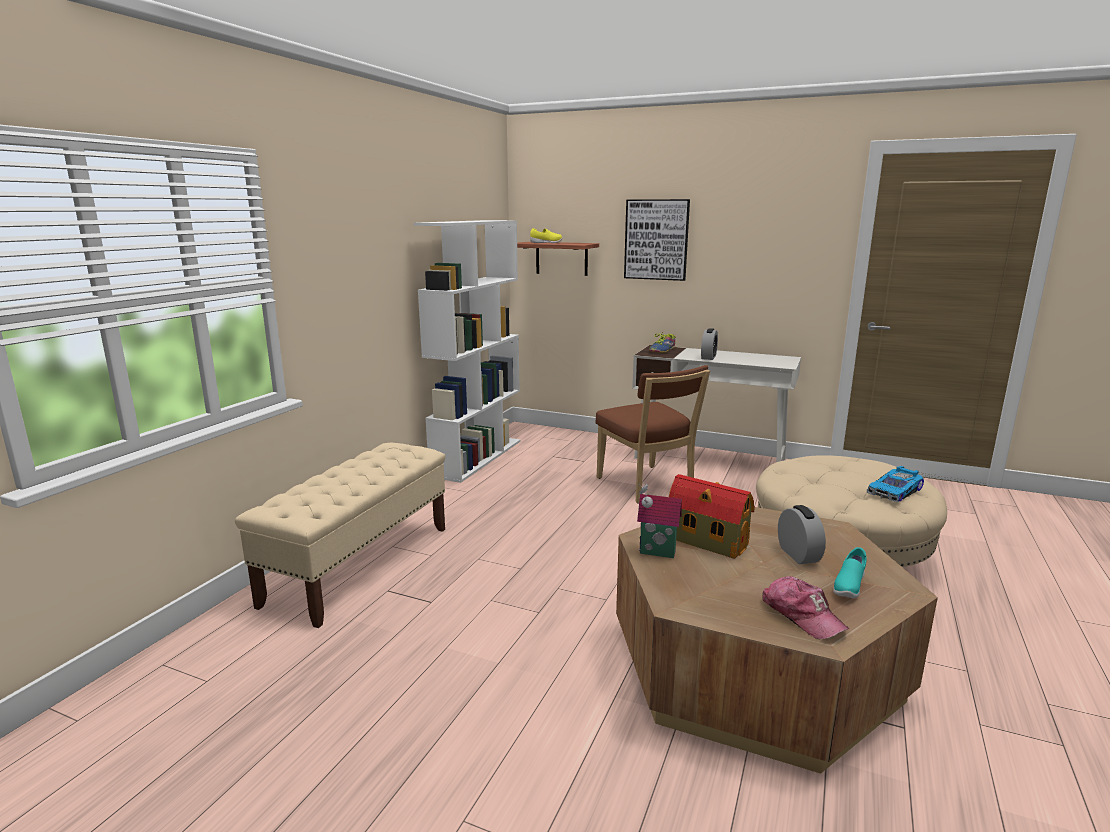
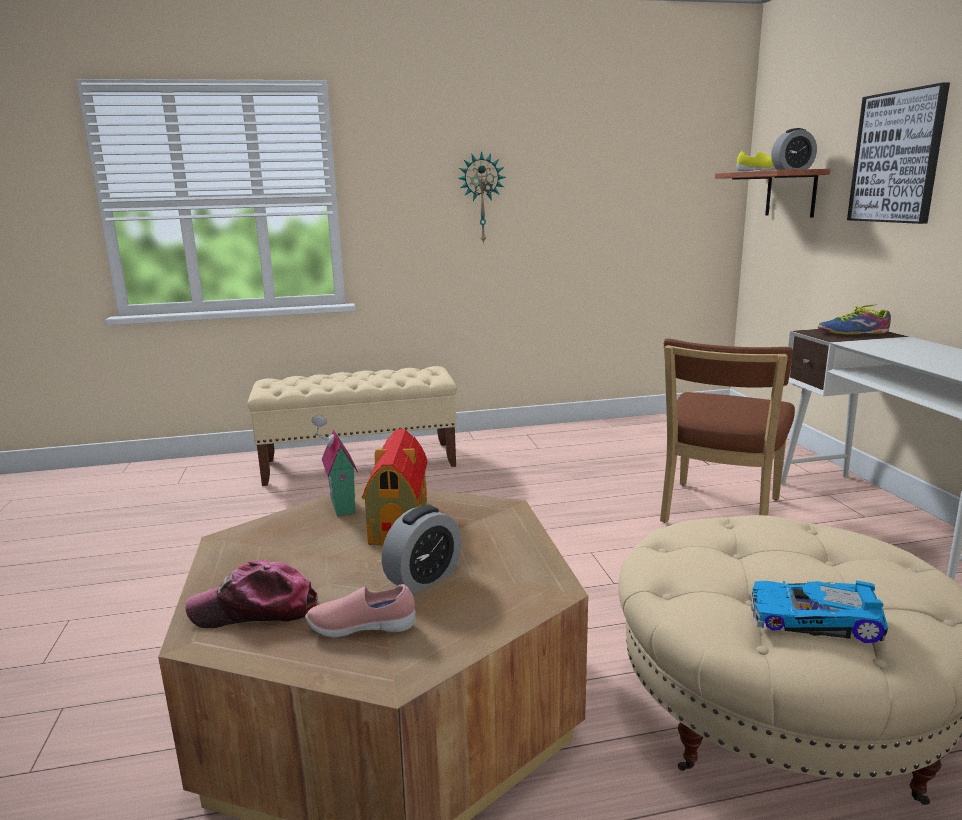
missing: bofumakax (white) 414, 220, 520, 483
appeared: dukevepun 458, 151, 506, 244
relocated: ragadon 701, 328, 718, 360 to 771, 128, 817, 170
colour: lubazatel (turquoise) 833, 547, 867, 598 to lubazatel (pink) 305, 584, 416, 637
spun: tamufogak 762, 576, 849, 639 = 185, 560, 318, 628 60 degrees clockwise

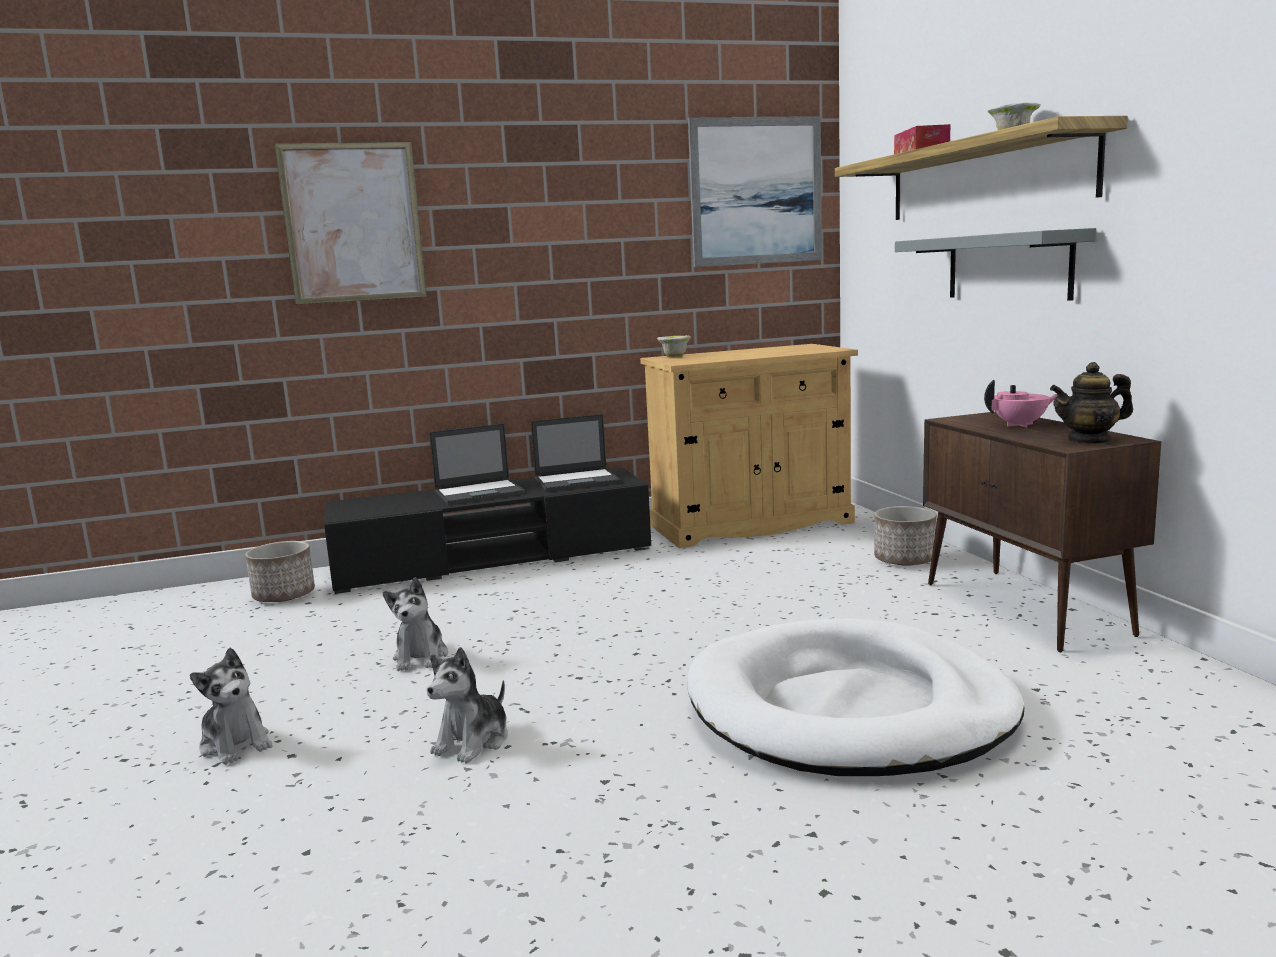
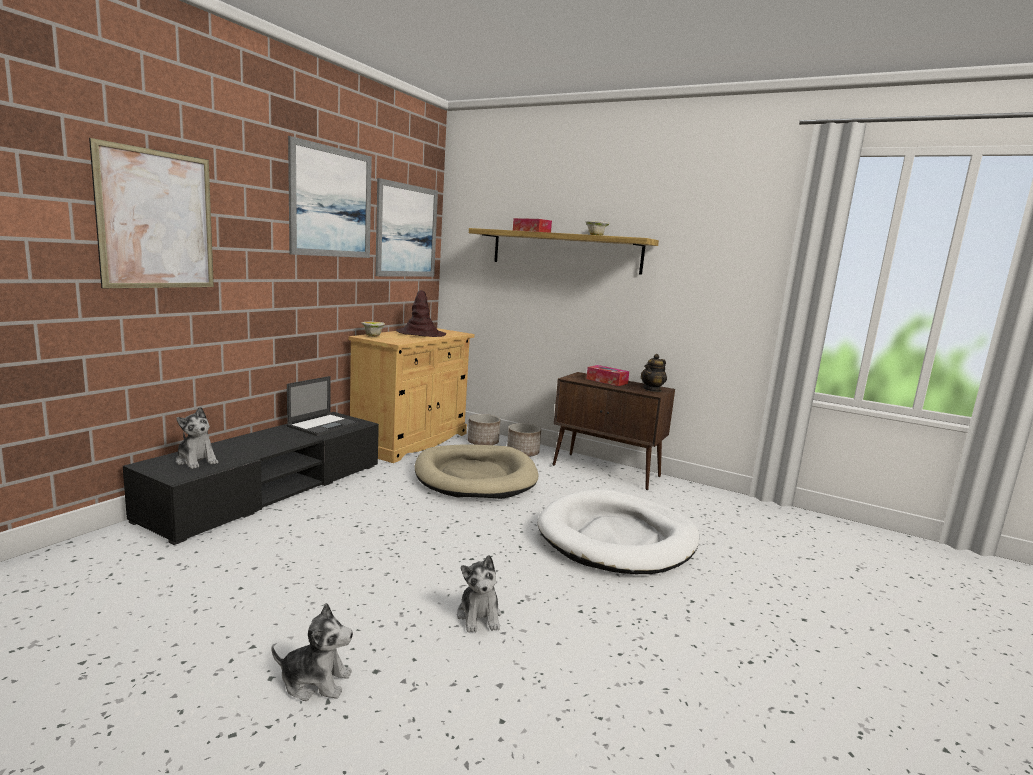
missing: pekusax 429, 423, 525, 505; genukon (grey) 895, 228, 1096, 301
appeared: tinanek 288, 136, 372, 258; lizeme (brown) 396, 290, 446, 337; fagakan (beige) 415, 444, 538, 499
relocated: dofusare 245, 541, 315, 602 to 468, 414, 500, 445; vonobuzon 383, 577, 448, 671 to 176, 407, 218, 469
exchanged: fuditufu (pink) 984, 380, 1057, 428 to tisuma 586, 365, 629, 386

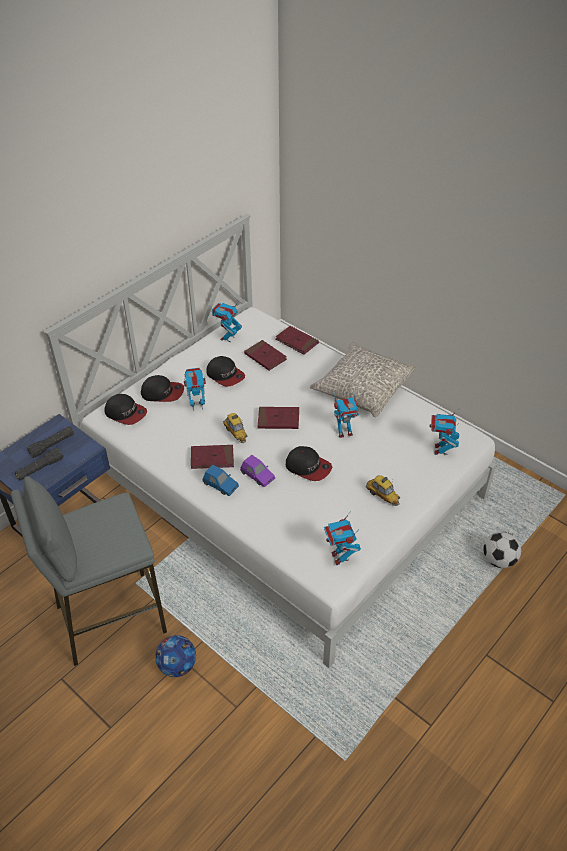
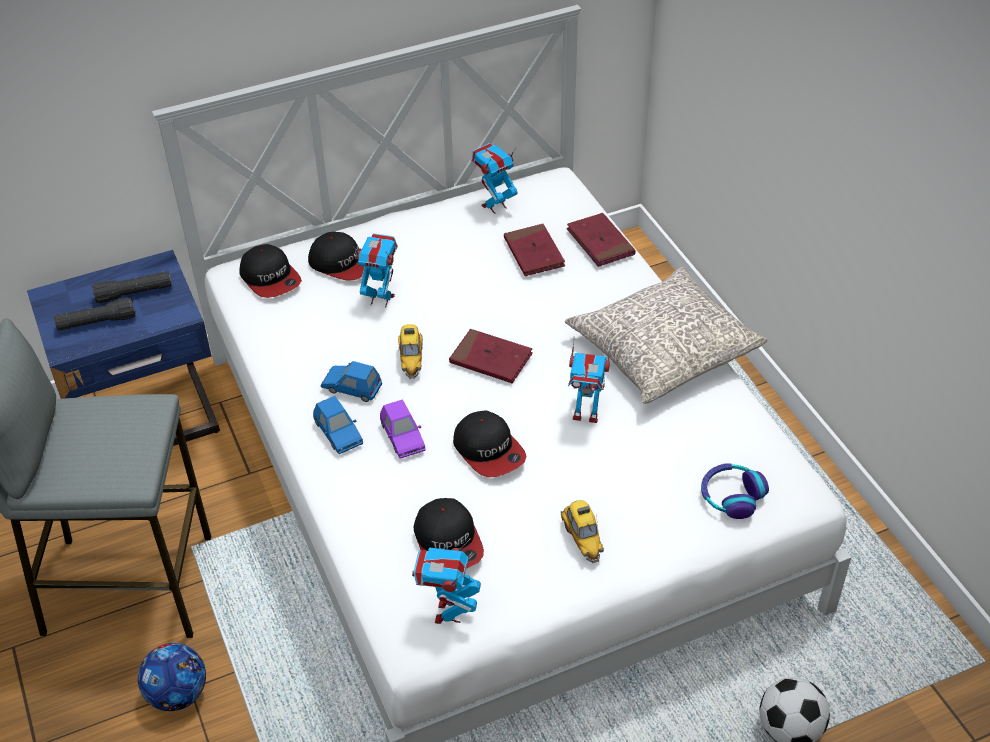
relocated: tamufogak 206, 356, 245, 387 to 414, 498, 484, 568
exchanged: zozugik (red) 191, 445, 234, 469 to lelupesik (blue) 320, 361, 382, 402; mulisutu 429, 409, 459, 455 to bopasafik 701, 463, 769, 519

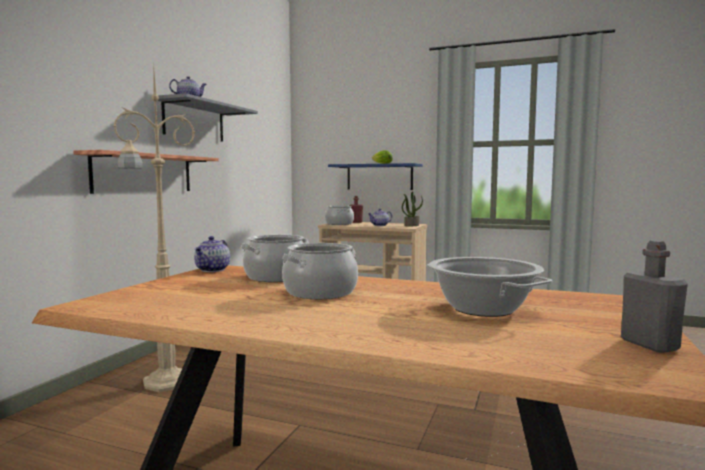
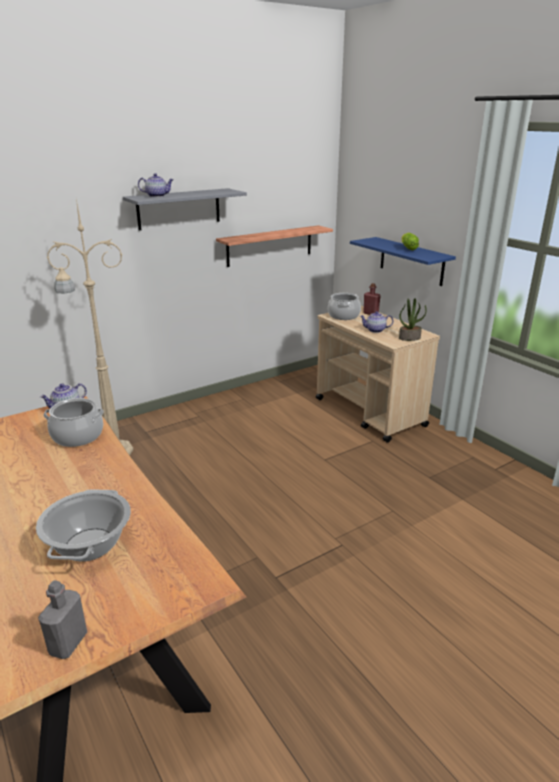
missing: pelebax 282, 243, 358, 299
relocated: genukon 73, 150, 219, 194 to 216, 225, 333, 267

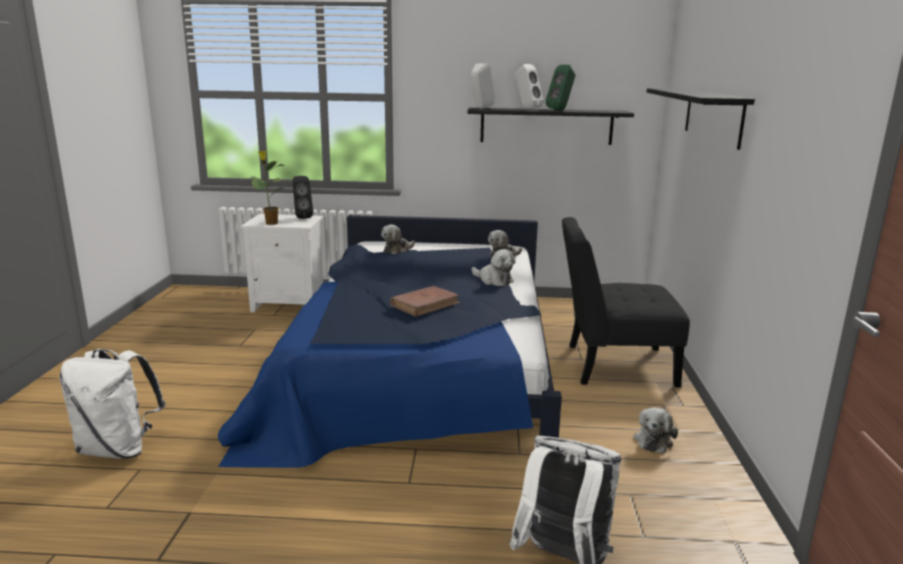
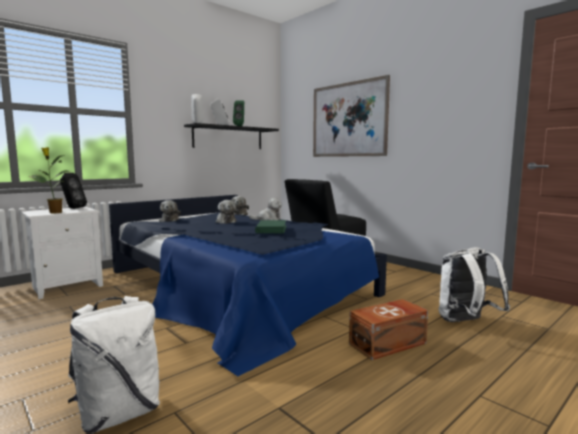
appeared: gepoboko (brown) 349, 299, 428, 360
relocated: vonobuzon 633, 407, 678, 454 to 215, 200, 238, 224
exchanged: genukon (black) 647, 88, 755, 150 to tinanek 313, 75, 390, 157
colour: zozugik (brown) 390, 286, 460, 317 to zozugik (green) 255, 220, 287, 233

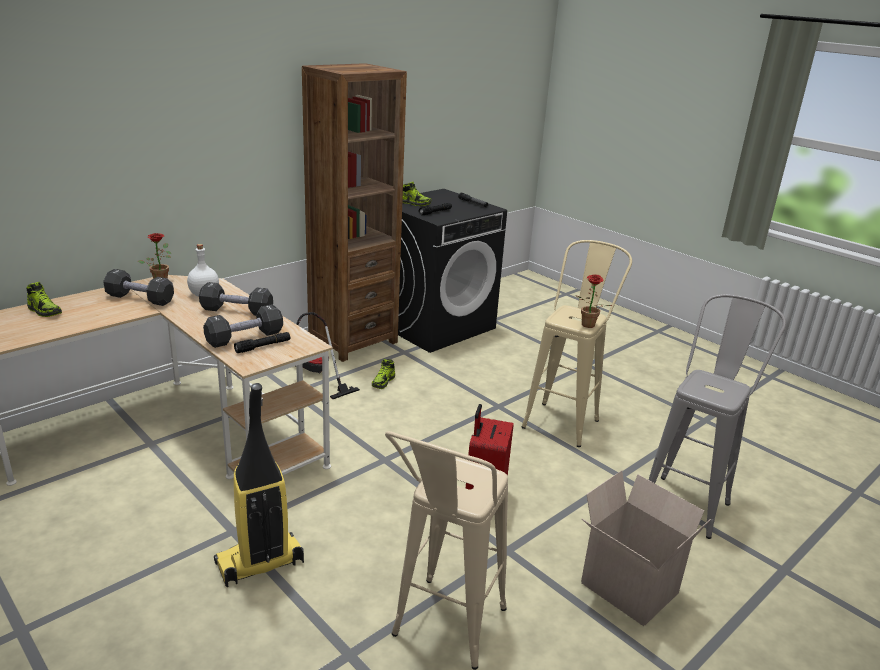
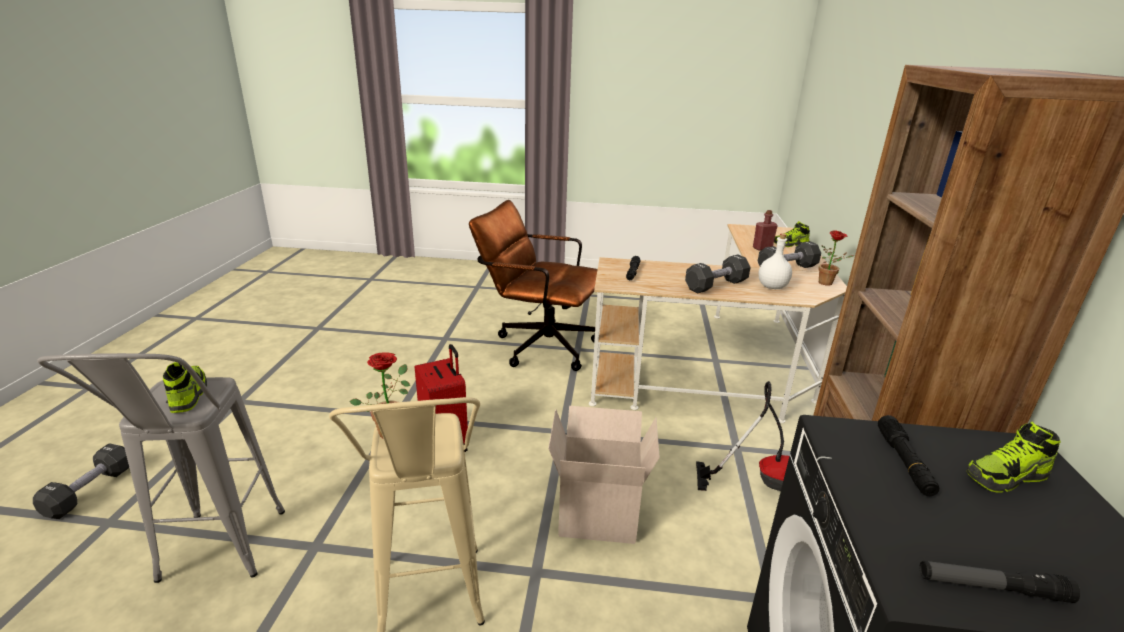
missing: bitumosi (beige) 385, 431, 508, 670
appeared: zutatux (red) 753, 210, 778, 250
relocated: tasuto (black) 203, 304, 283, 348 to 33, 443, 129, 519; lubazatel 372, 359, 395, 389 to 163, 362, 207, 413; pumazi 581, 470, 711, 626 to 548, 406, 660, 544
exchanged: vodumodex 214, 383, 304, 587 to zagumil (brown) 469, 200, 598, 371

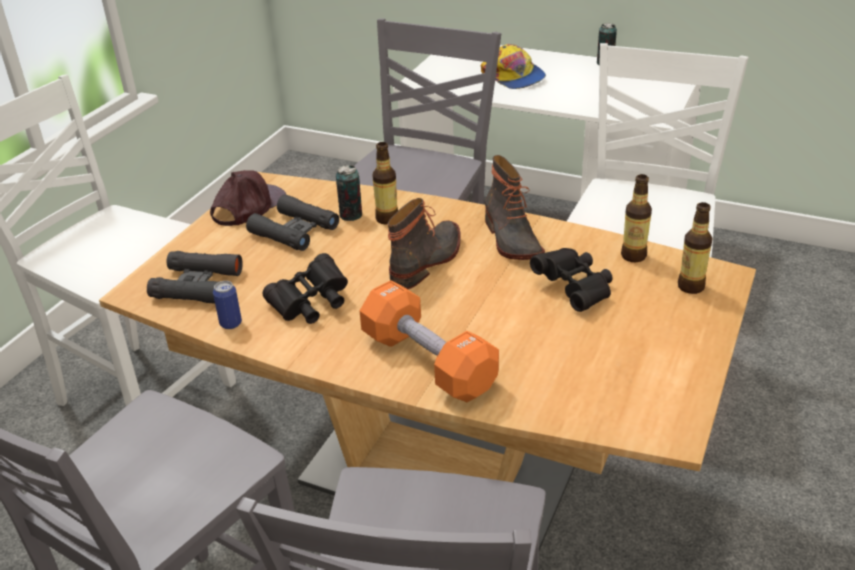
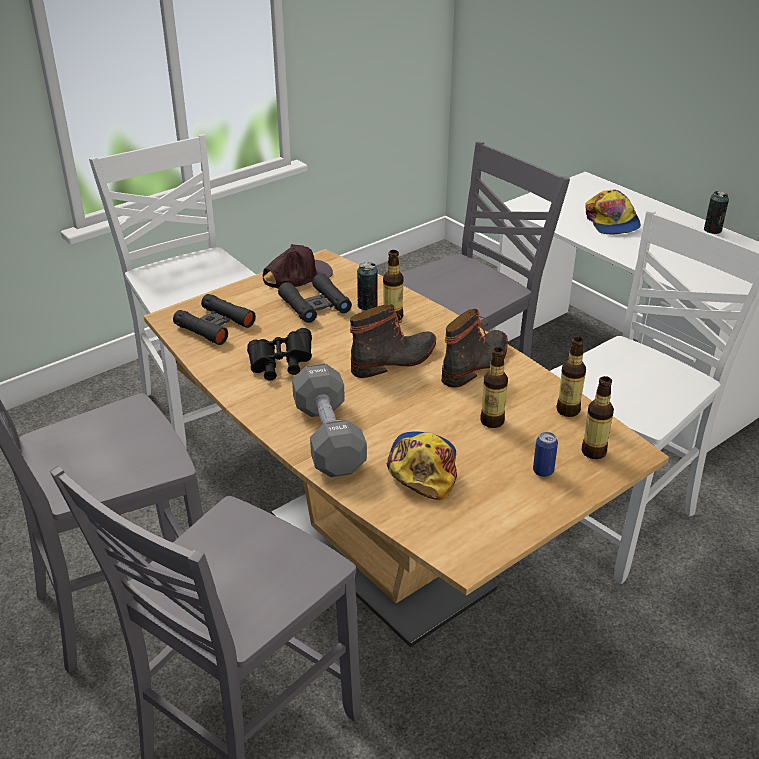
appeared: tamufogak 387, 431, 457, 500
relocated: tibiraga 213, 281, 242, 329 to 533, 432, 558, 477
exchanged: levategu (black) 530, 248, 613, 312 to zutatux 481, 347, 508, 428
colour: tasuto (orange) 360, 280, 499, 402 to tasuto (grey) 292, 363, 367, 477
spun: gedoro 485, 155, 545, 260 = 441, 309, 508, 388 150 degrees counterclockwise

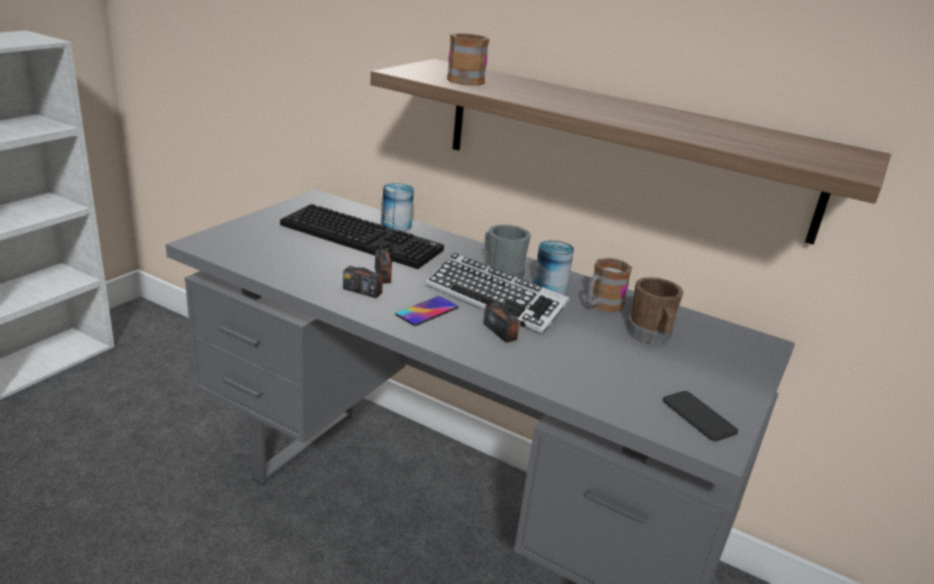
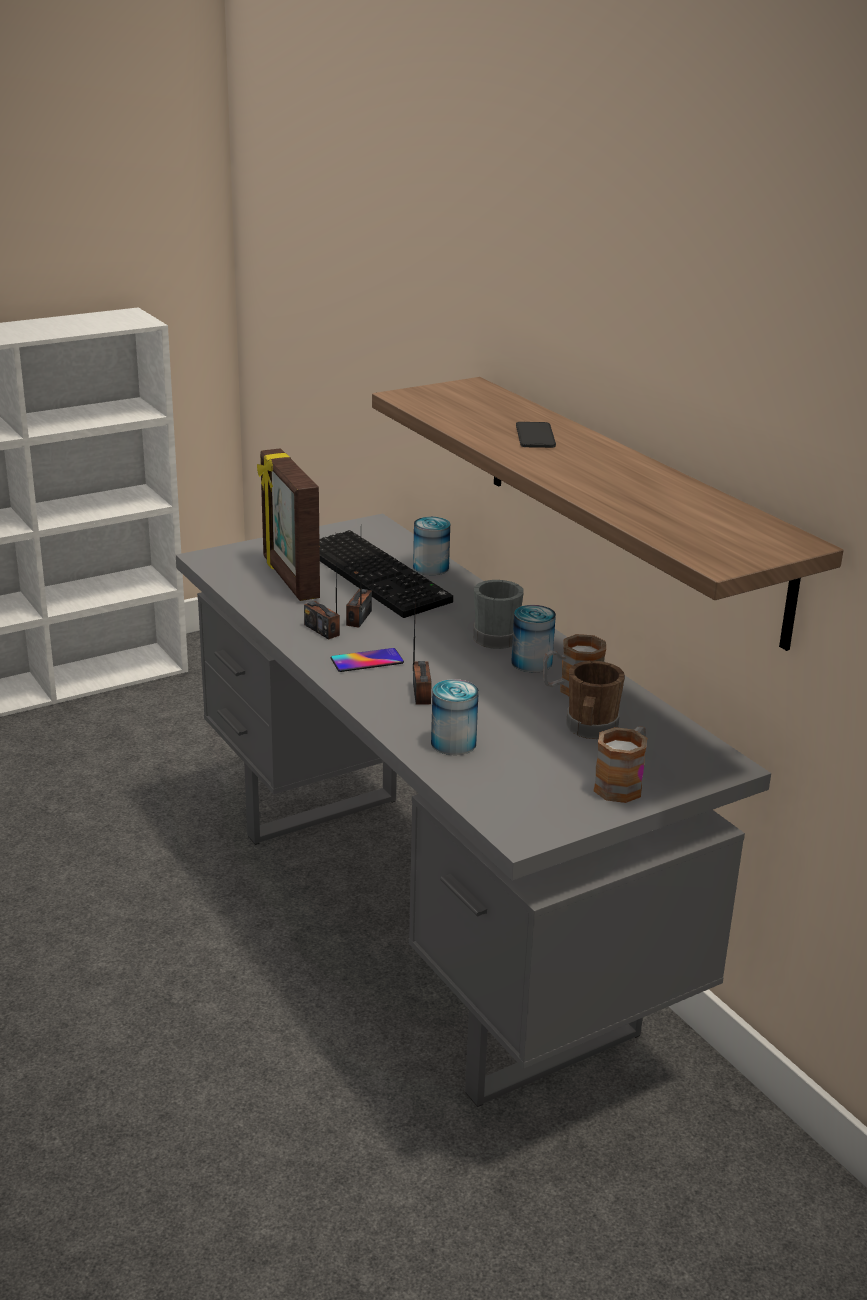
missing: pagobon 425, 253, 570, 335
appeared: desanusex 257, 448, 320, 601; tibiraga 431, 679, 479, 755
relocated: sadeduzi 447, 33, 489, 86 to 593, 727, 647, 803; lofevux 663, 391, 738, 441 to 516, 422, 556, 448

